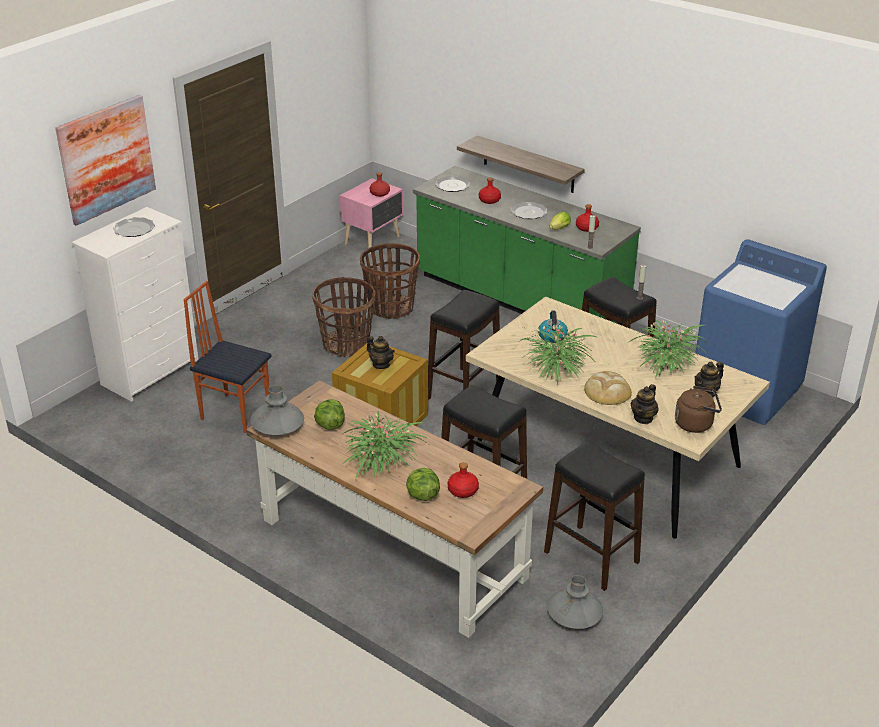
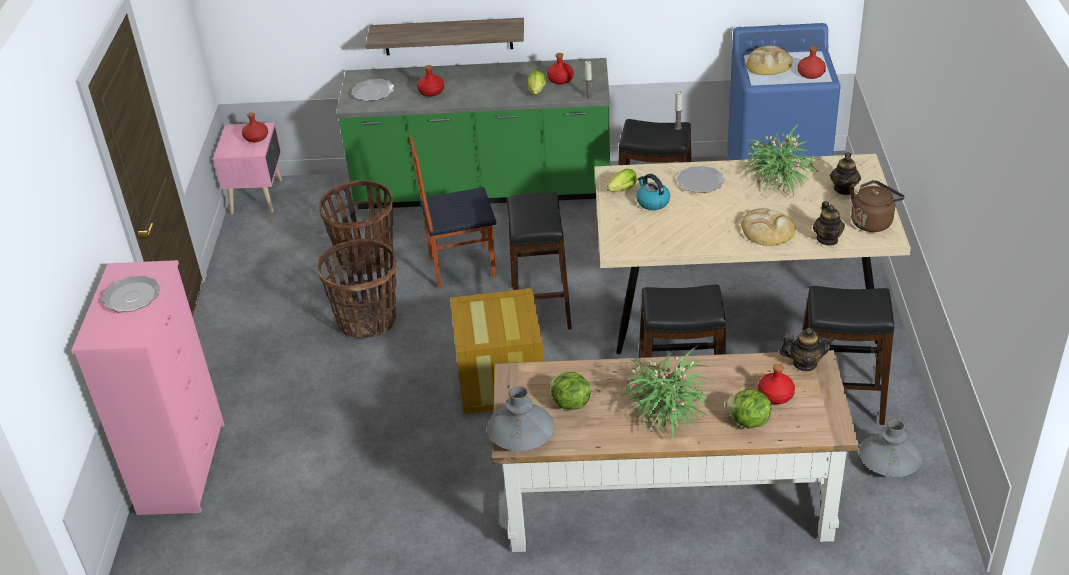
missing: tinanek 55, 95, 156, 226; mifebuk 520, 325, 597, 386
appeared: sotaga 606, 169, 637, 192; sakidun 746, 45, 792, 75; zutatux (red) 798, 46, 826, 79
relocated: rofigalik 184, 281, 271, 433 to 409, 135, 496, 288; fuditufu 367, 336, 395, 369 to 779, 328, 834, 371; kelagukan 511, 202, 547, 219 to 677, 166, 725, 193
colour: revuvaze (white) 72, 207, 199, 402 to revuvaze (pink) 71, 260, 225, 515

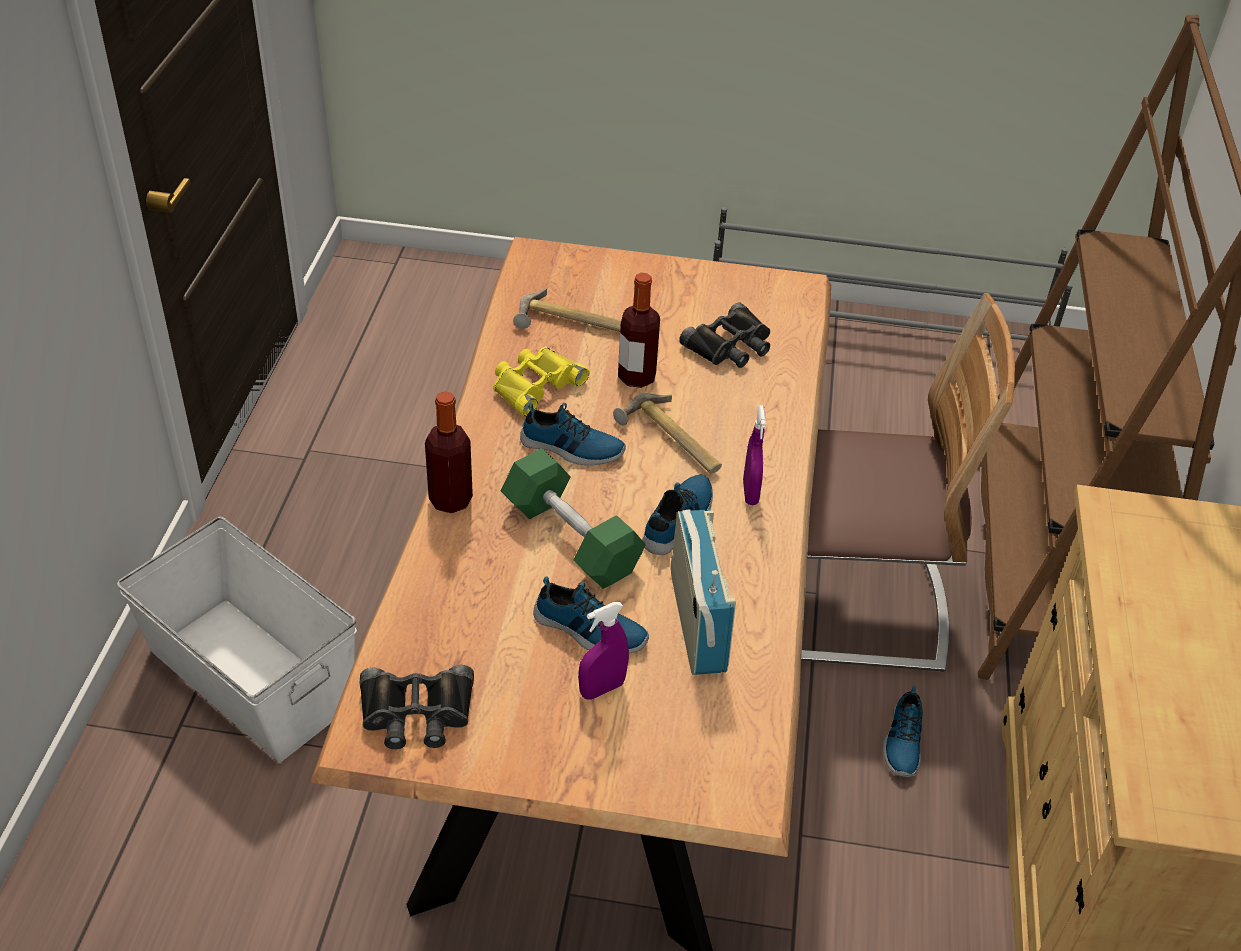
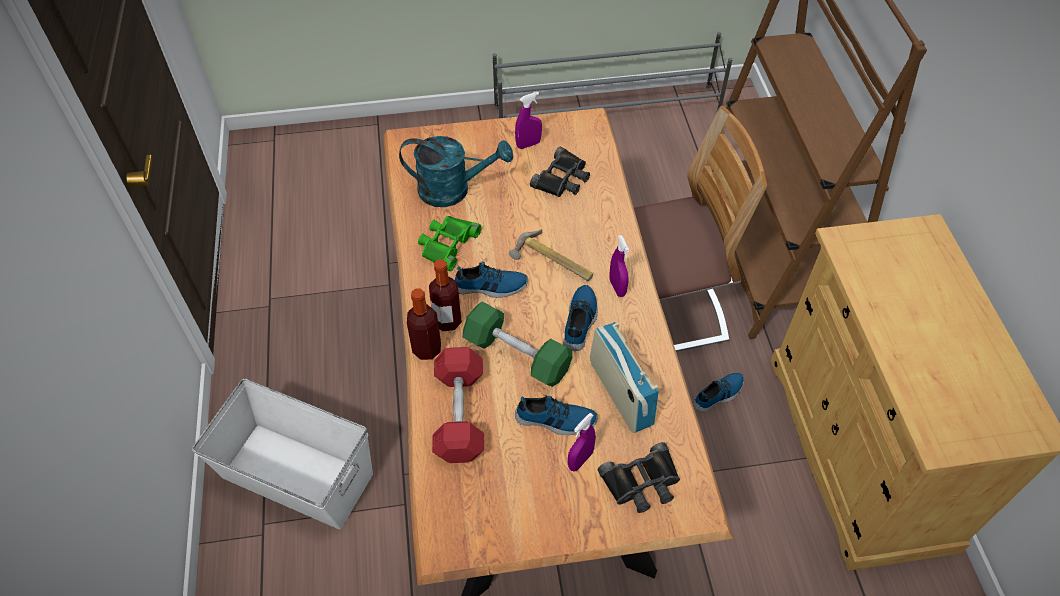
appeared: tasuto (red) 432, 347, 484, 463; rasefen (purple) 515, 92, 542, 149
relocated: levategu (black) 359, 665, 474, 749 to 598, 442, 680, 513; zutatux 618, 273, 660, 388 to 429, 259, 462, 332
exchanged: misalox 513, 288, 621, 332 to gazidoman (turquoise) 399, 136, 513, 207
colour: levategu (yellow) 493, 347, 589, 417 to levategu (green) 418, 216, 482, 271
spun: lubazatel 883, 686, 923, 777 = 693, 373, 744, 413 120 degrees counterclockwise

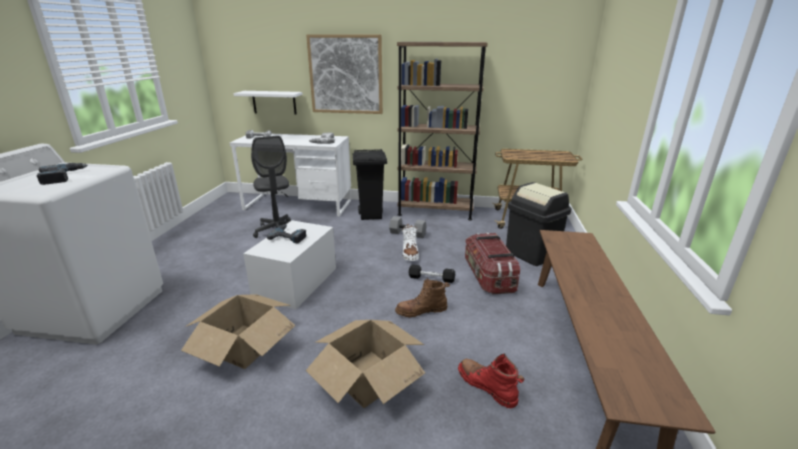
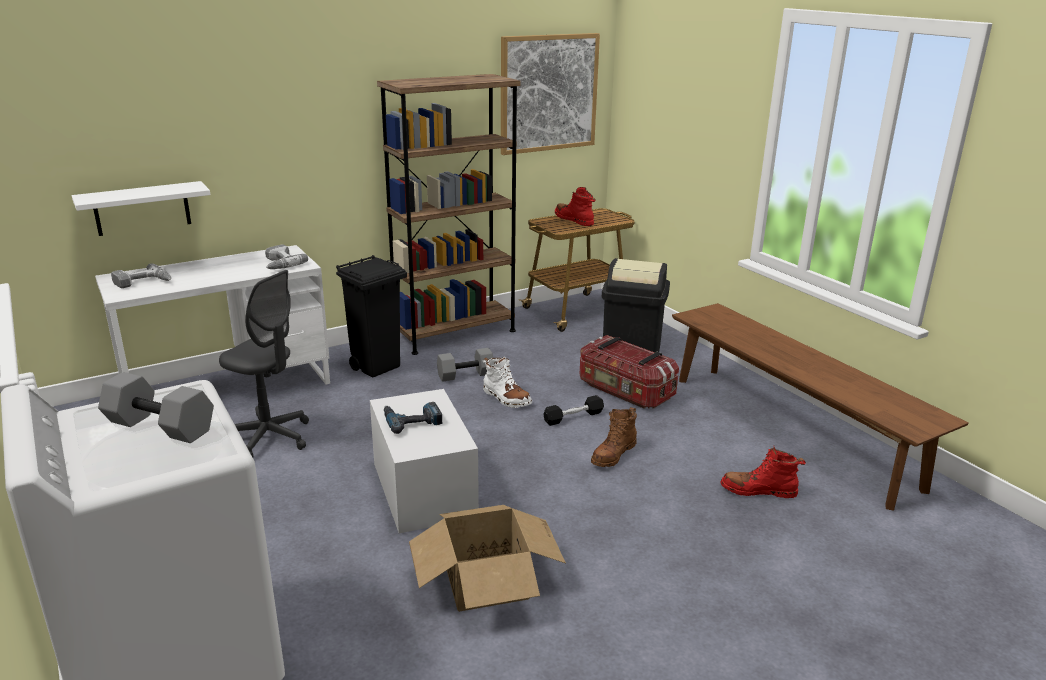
missing: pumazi 306, 320, 425, 408
appeared: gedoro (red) 555, 187, 596, 226
relocated: tinanek 306, 34, 383, 114 to 501, 33, 600, 155
exchanged: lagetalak 36, 163, 88, 185 to tasuto (grey) 98, 372, 214, 443

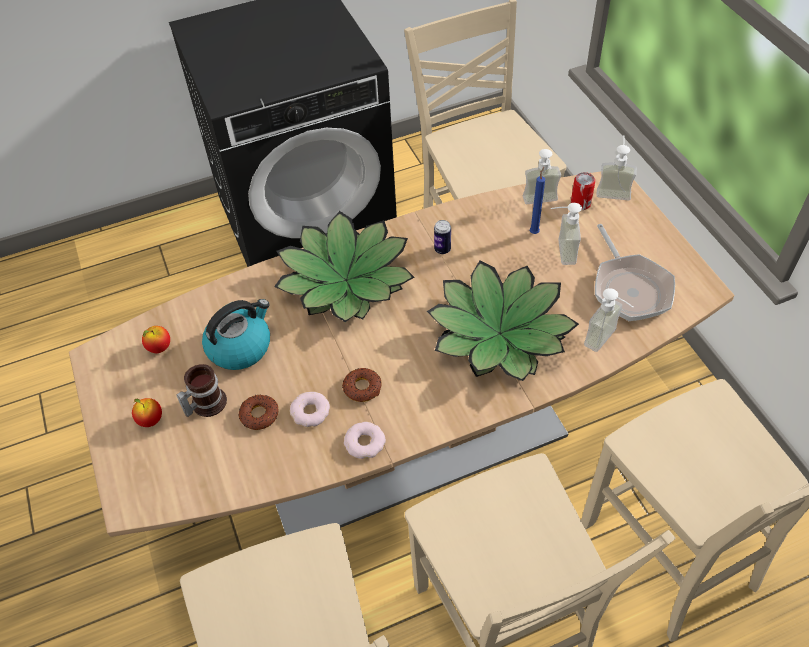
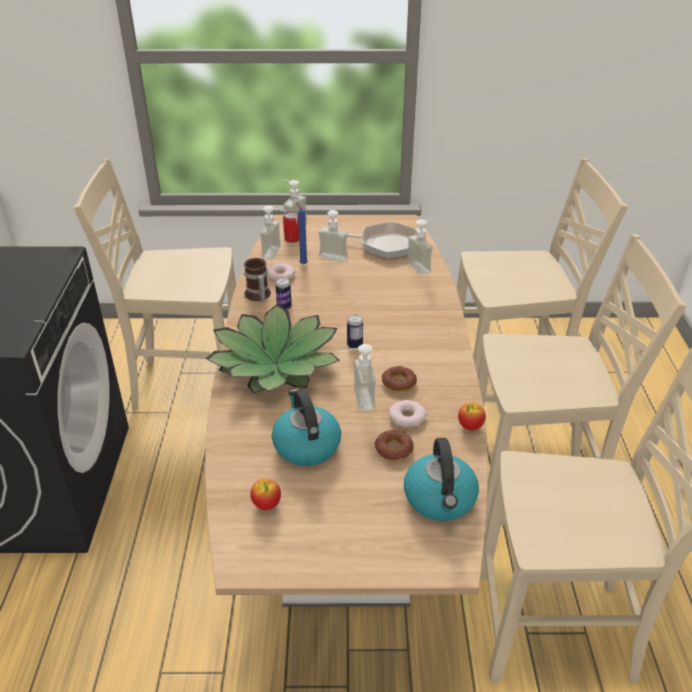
missing: mifebuk 427, 261, 579, 381
appeared: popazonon 341, 344, 376, 411; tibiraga 347, 315, 363, 349; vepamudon 404, 438, 479, 521
relocated: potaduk 132, 398, 162, 427 to 458, 402, 486, 430; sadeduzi 176, 364, 227, 417 to 244, 258, 271, 301; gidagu 344, 422, 386, 459 to 267, 264, 296, 281

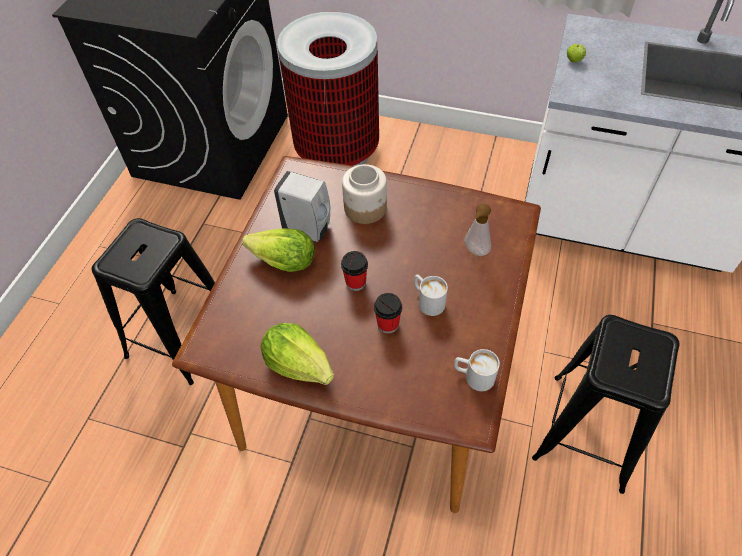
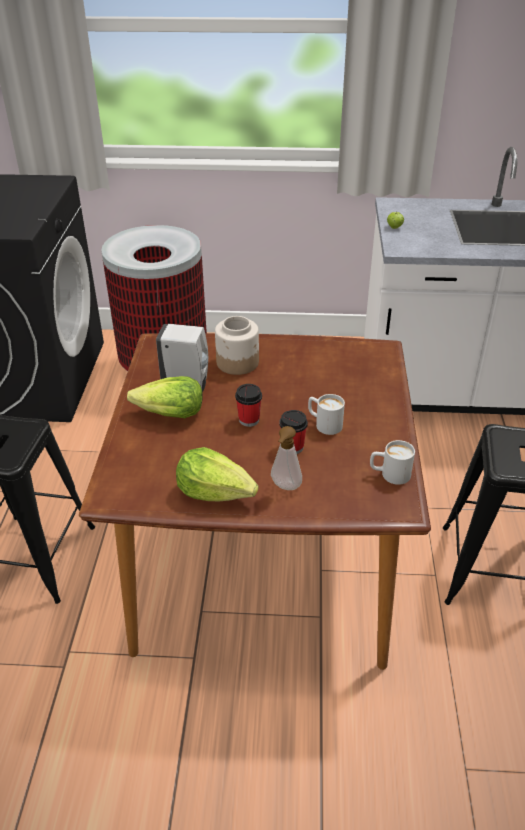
relocated: popazonon 464, 204, 491, 256 to 271, 426, 302, 490

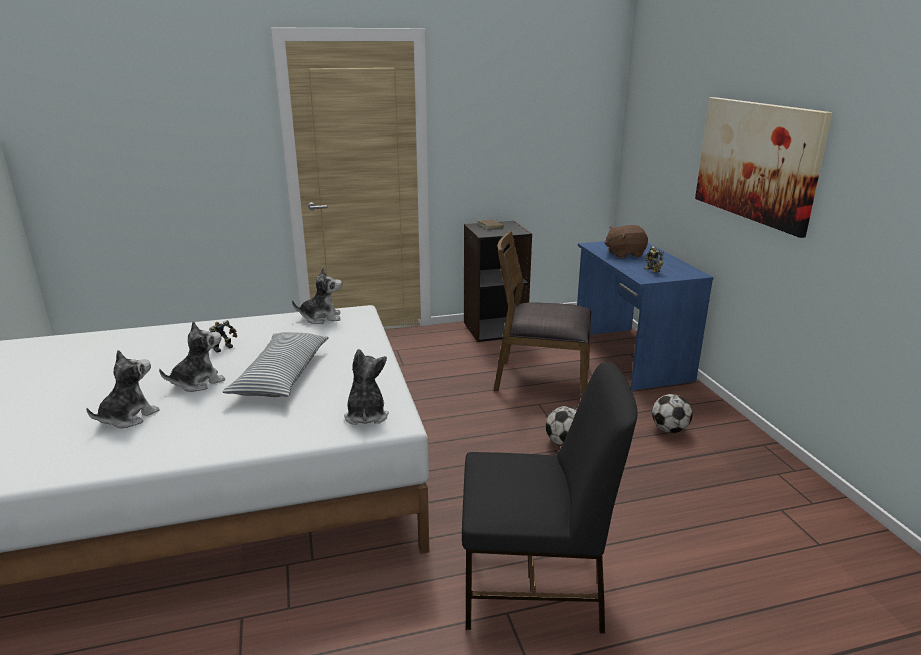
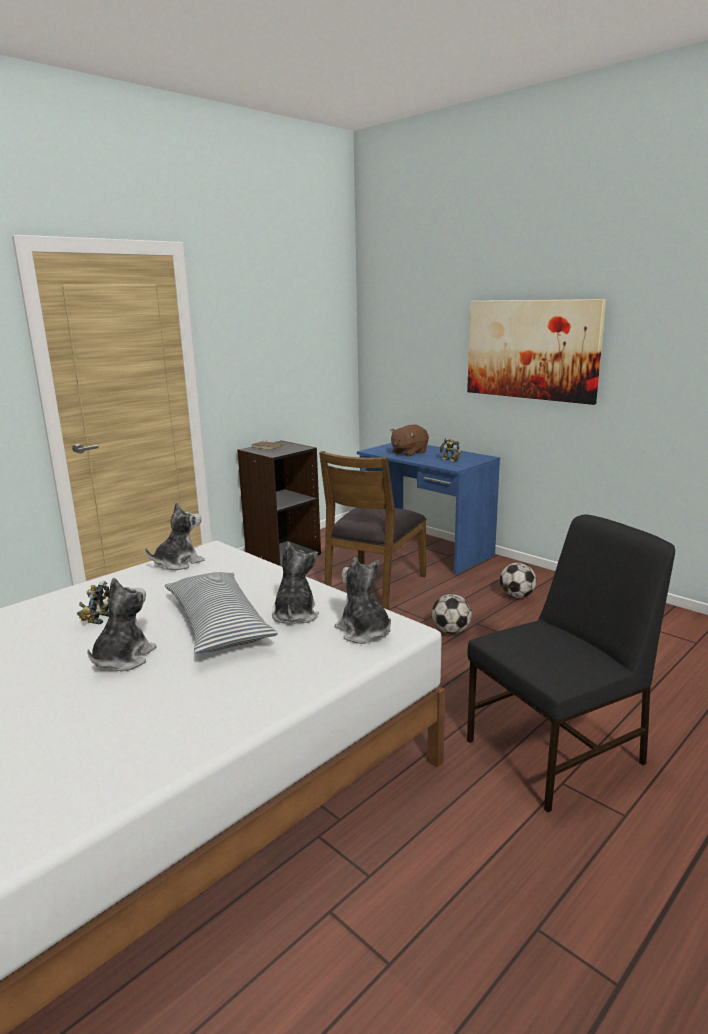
relocated: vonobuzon 86, 350, 160, 428 to 272, 542, 319, 623
spun: rofigalik (brown) 494, 231, 591, 396 = 319, 451, 426, 610 45 degrees counterclockwise

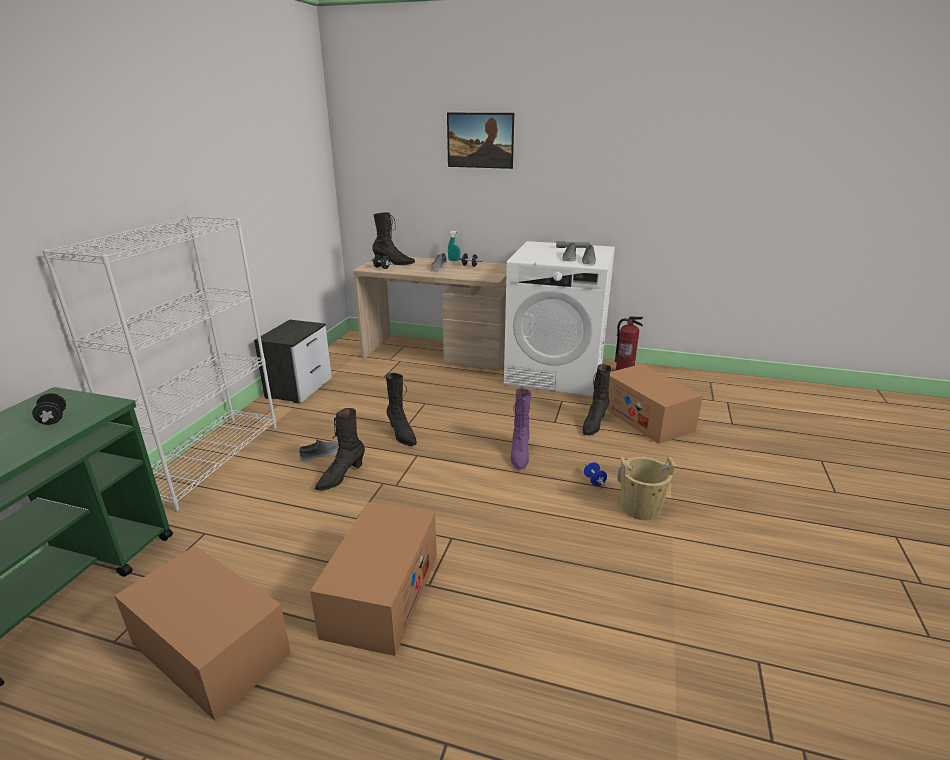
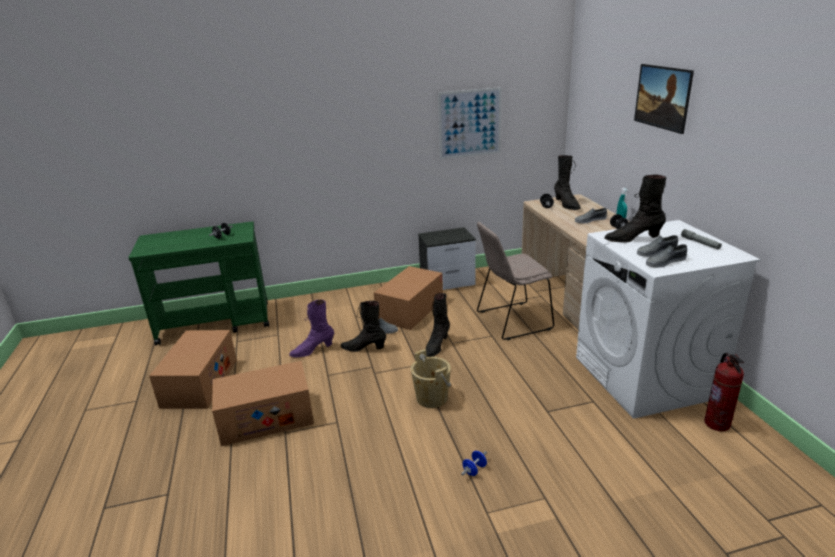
missing: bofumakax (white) 43, 216, 277, 511
appeared: tinanek 438, 87, 502, 159; rofigalik (beige) 477, 222, 554, 340
relocated: gedoro (purple) 511, 388, 532, 470 to 289, 300, 334, 357; gedoro (black) 583, 364, 611, 435 to 604, 174, 666, 243; pumazi 607, 364, 703, 444 to 374, 266, 443, 330; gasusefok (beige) 617, 457, 676, 520 to 411, 349, 451, 408

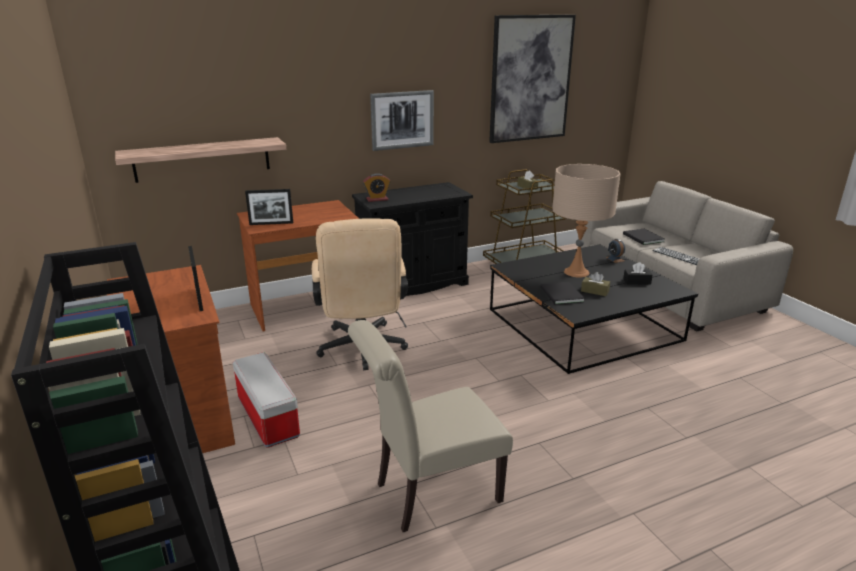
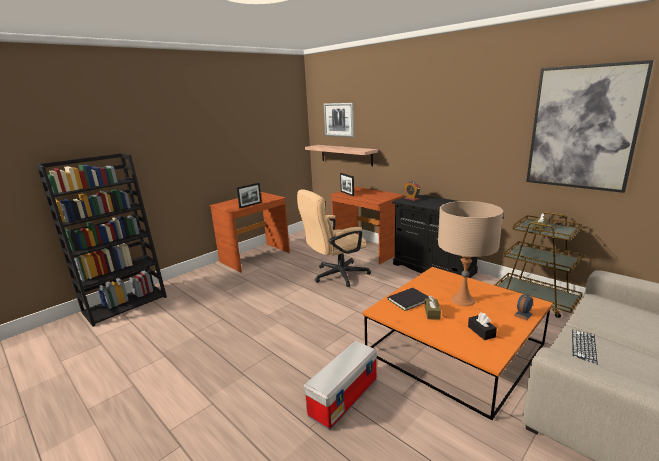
missing: rofigalik (beige) 348, 320, 513, 532; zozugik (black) 623, 228, 664, 245
relocated: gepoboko 233, 352, 300, 448 to 304, 341, 377, 430; tinanek 370, 90, 434, 151 to 323, 103, 354, 137
colour: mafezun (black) 490, 244, 698, 374 to mafezun (orange) 362, 267, 553, 420

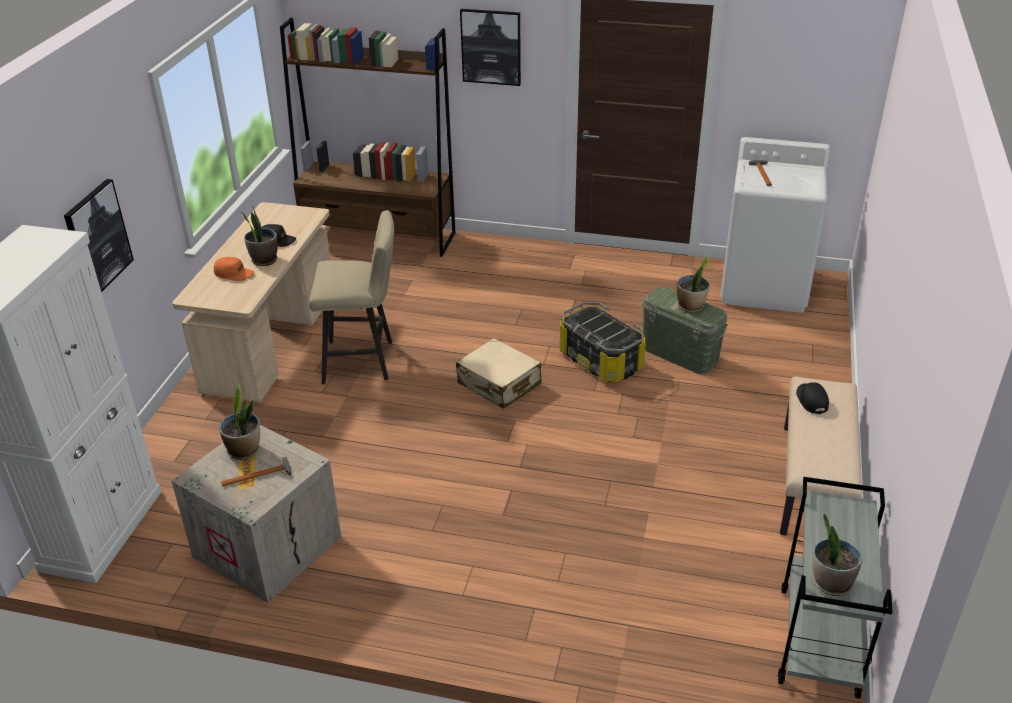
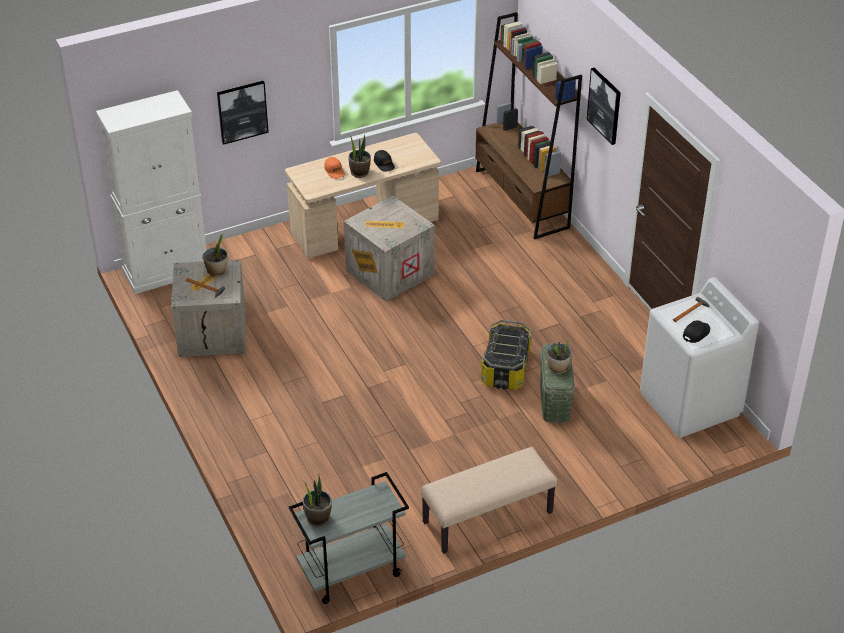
missing: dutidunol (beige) 456, 338, 542, 409
relocated: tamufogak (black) 796, 382, 829, 414 to 683, 320, 710, 343
exchanged: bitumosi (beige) 309, 210, 394, 384 to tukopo 344, 196, 435, 302

